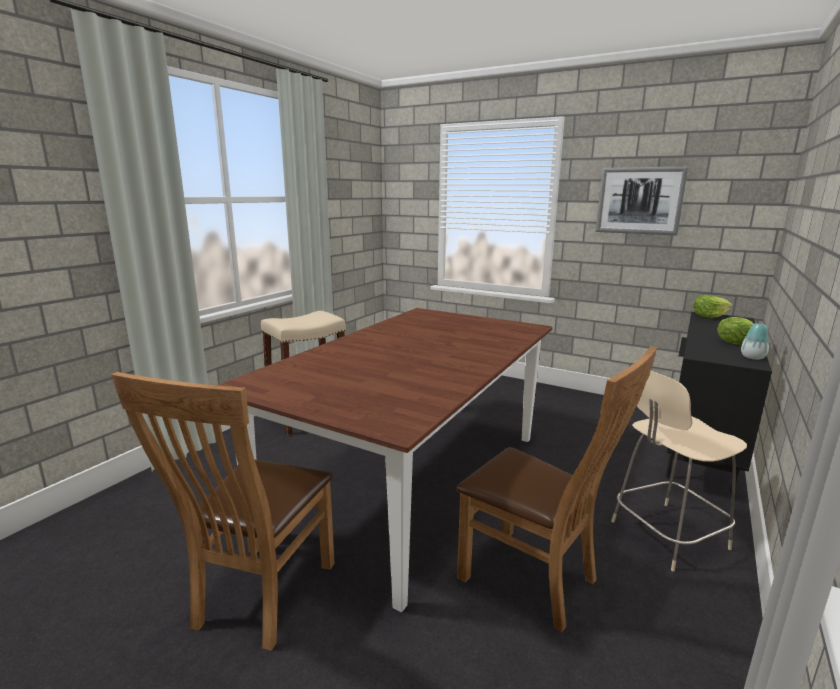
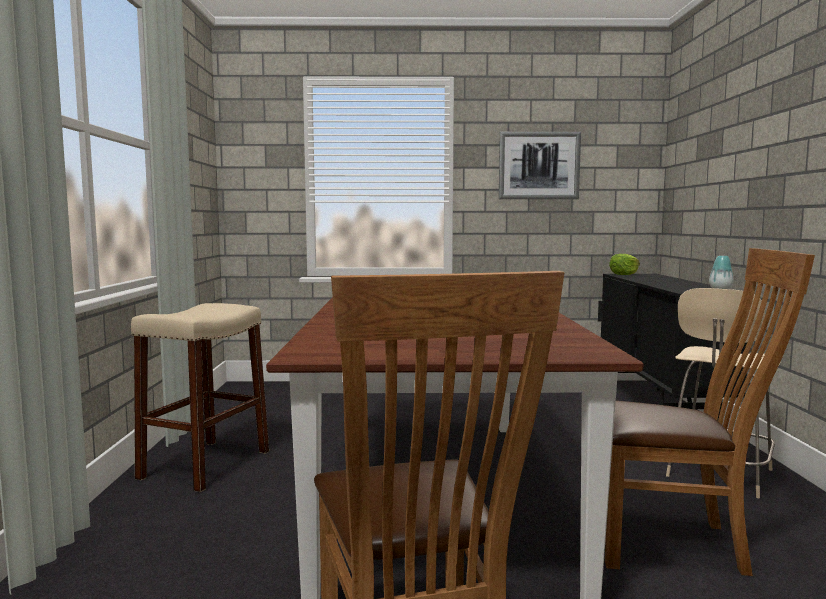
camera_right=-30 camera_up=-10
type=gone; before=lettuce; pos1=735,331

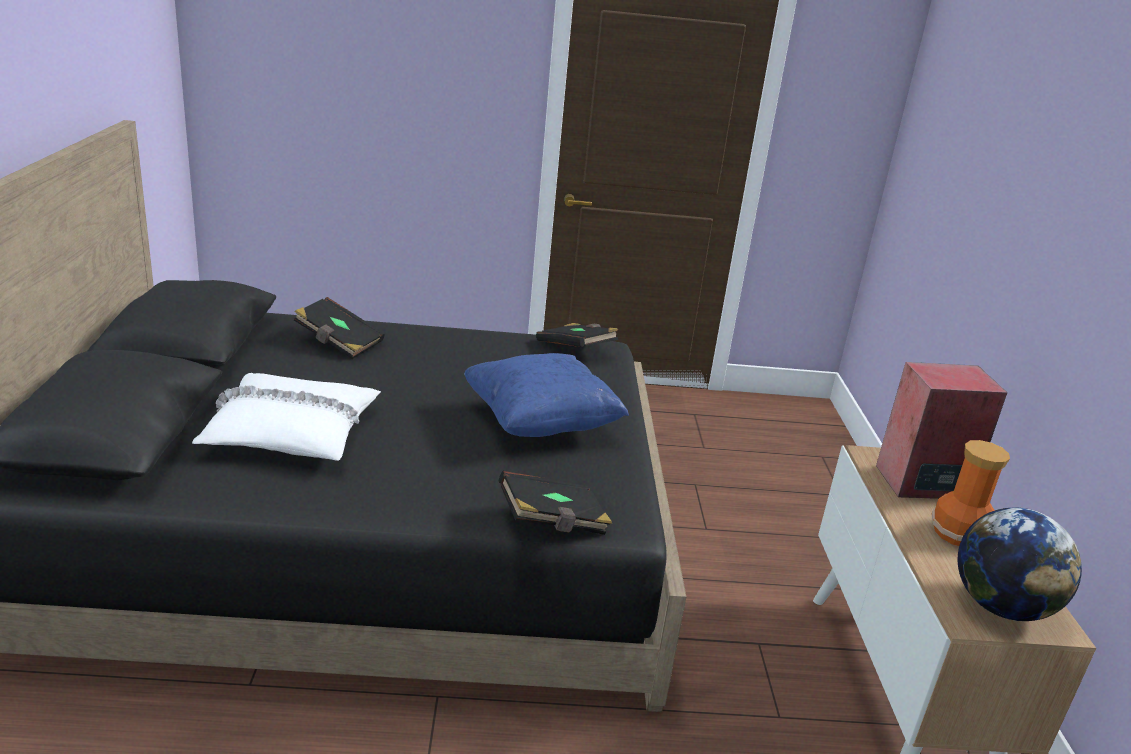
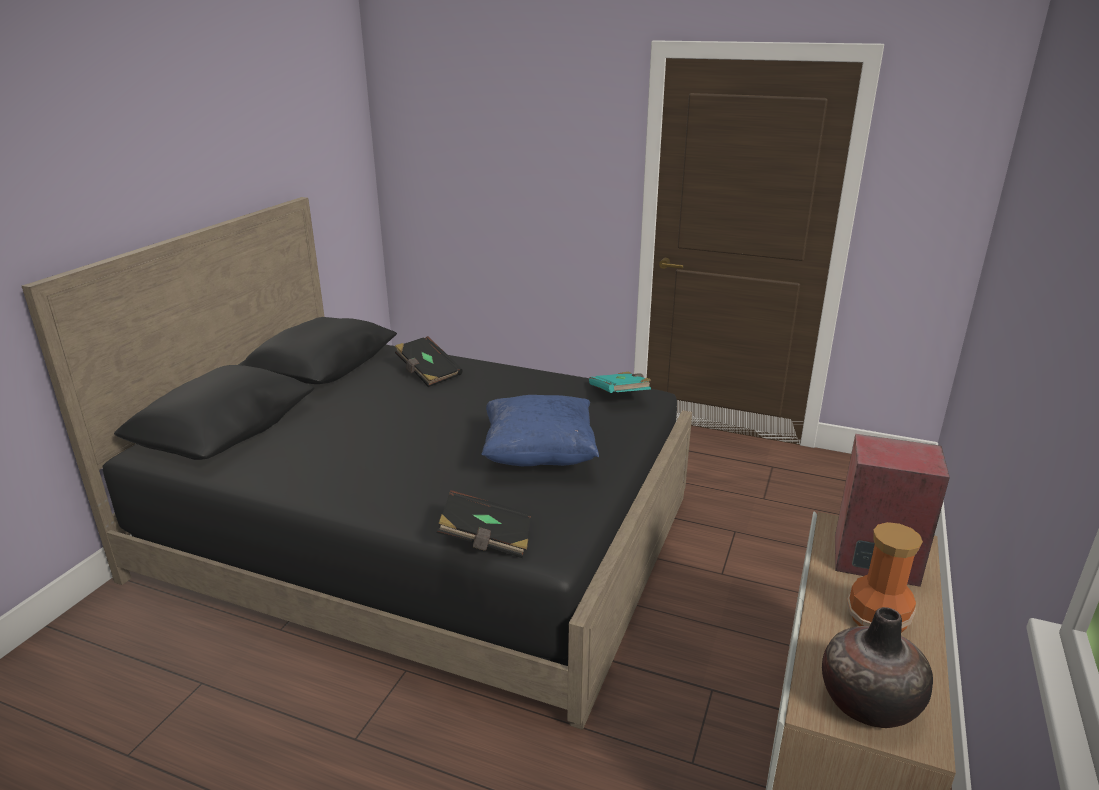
camera_right=25 camera_up=0
type=gone; before=white pillow; pos1=286,417
type=repainted; before=black book; after=turquoise book; pos1=577,335; pos2=620,382
type=swapped; before=globe; after=vase; pos1=1020,564; pos2=877,667

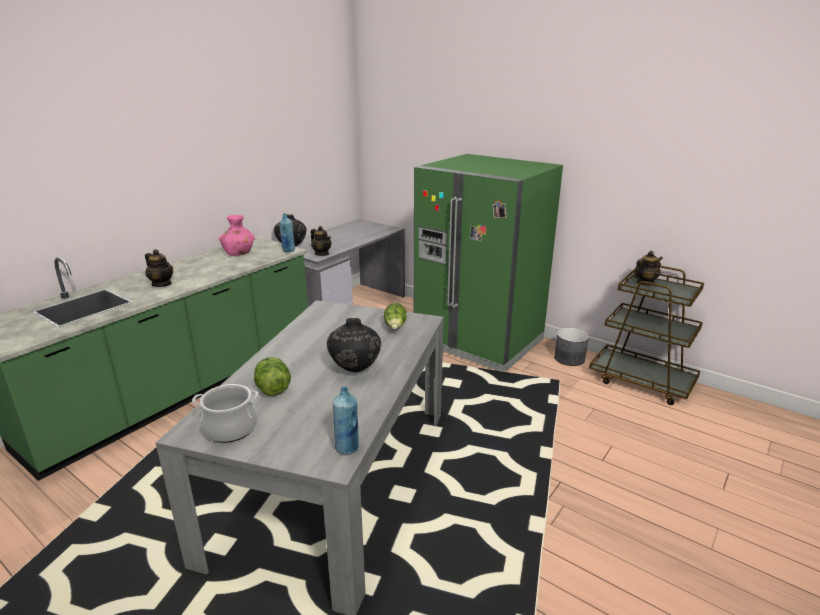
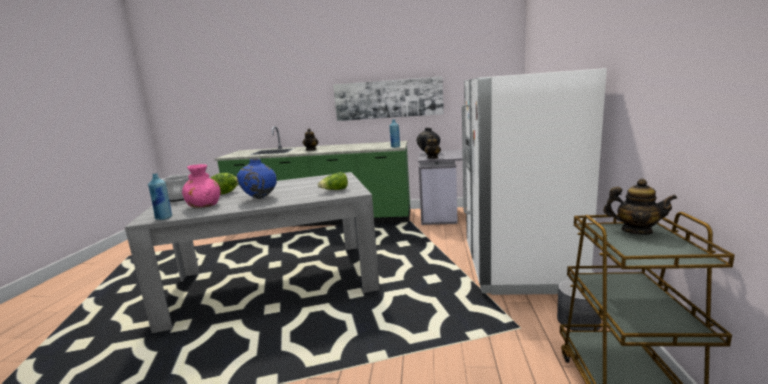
camera_right=60 camera_up=-10
type=shifted; before=pink vase; pos1=237,235; pos2=201,186
type=repainted; before=black vase; after=blue vase; pos1=354,345; pos2=257,178
type=repainted; before=green fridge; after=white fridge; pos1=488,263; pos2=534,181
type=new; after=picture; pos2=388,98

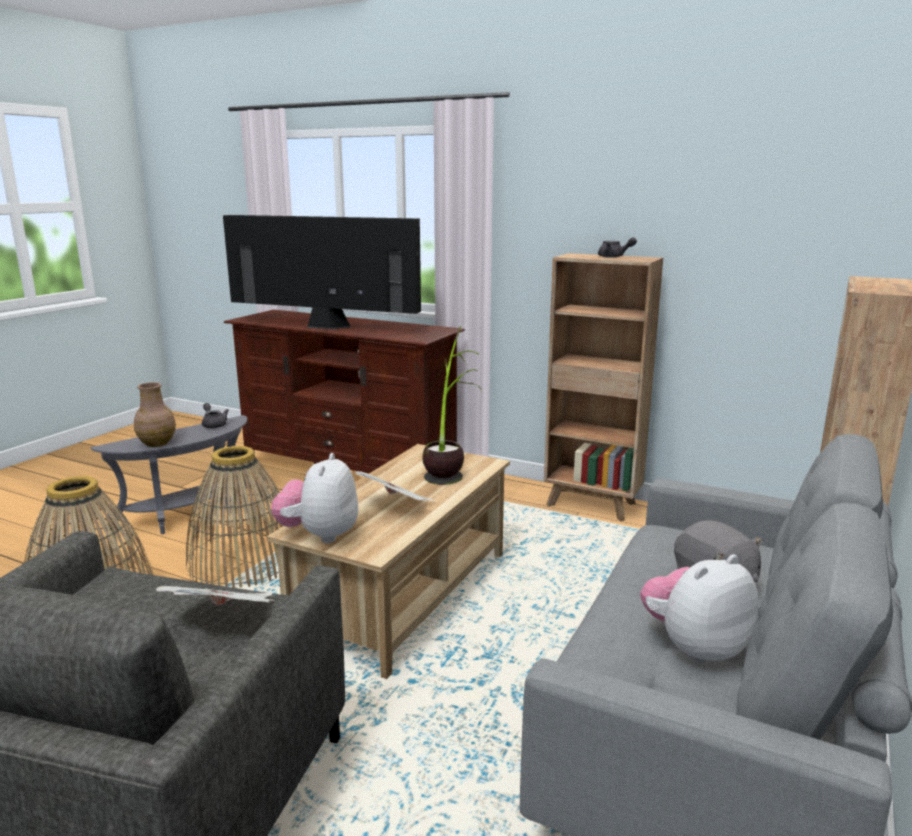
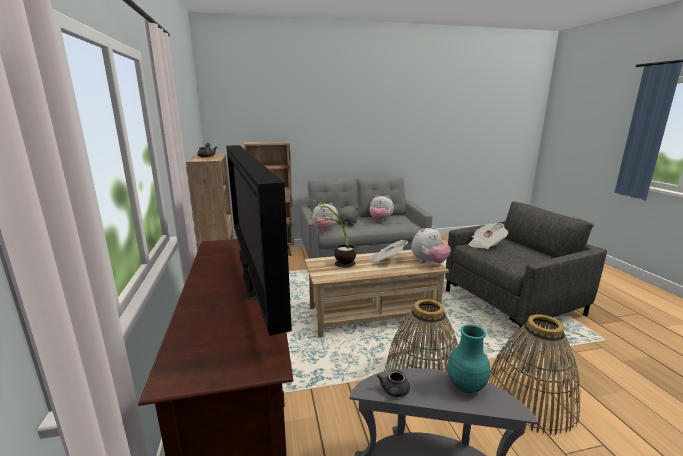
camera_right=-130 camera_up=0
type=repainted; before=brown vase; after=turquoise vase; pos1=155,414; pos2=468,358
type=new; after=plush toy; pos2=325,217

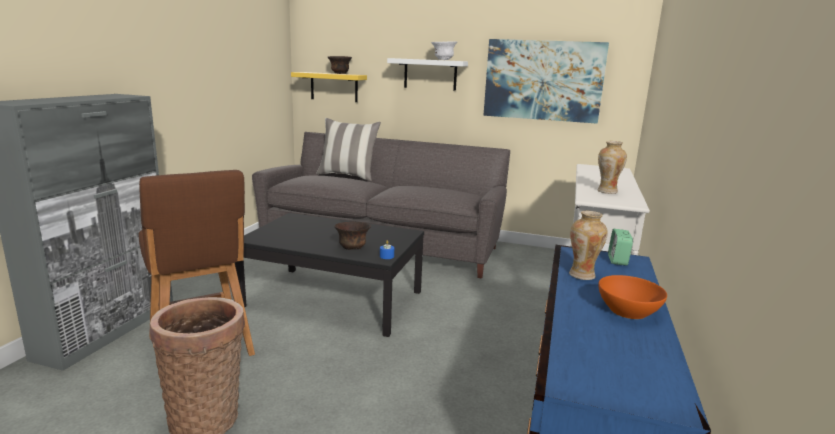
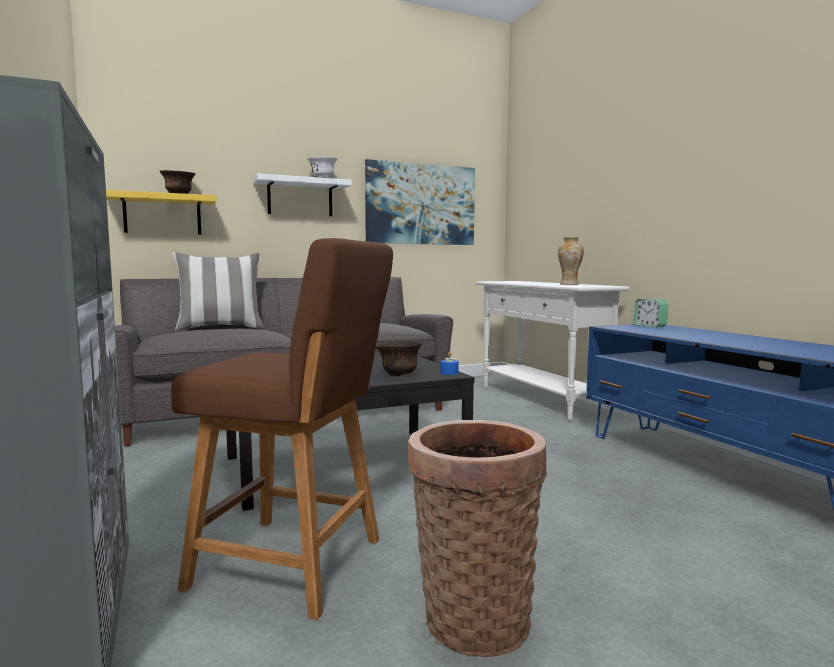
camera_right=-40 camera_up=-10
type=gone; before=vase; pos1=588,245
type=gone; before=orange bowl; pos1=632,297

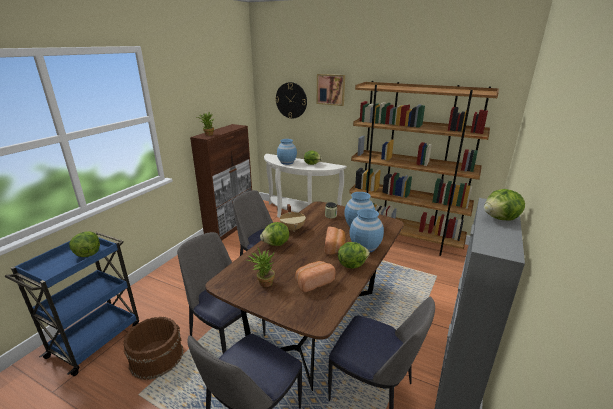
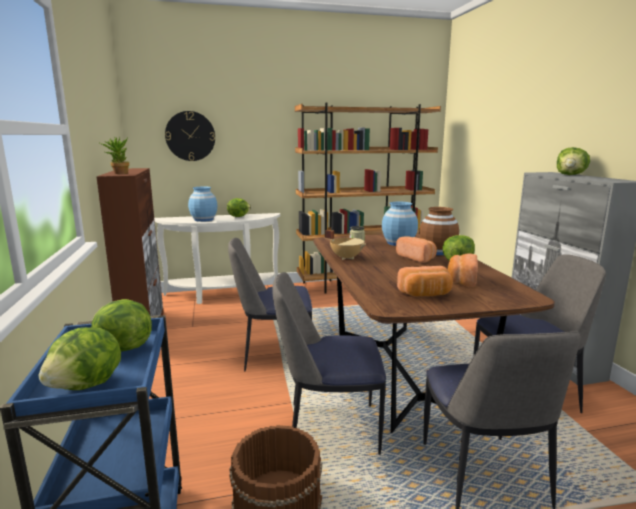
camera_right=-40 camera_up=-10
type=swapped; before=potted plant; after=bread; pos1=261,267; pos2=425,281
type=shifted; before=lettuce; pos1=274,234; pos2=80,358
type=gone; before=picture; pos1=331,90
type=repainted; before=blue vase; after=brown vase; pos1=366,230; pos2=439,231

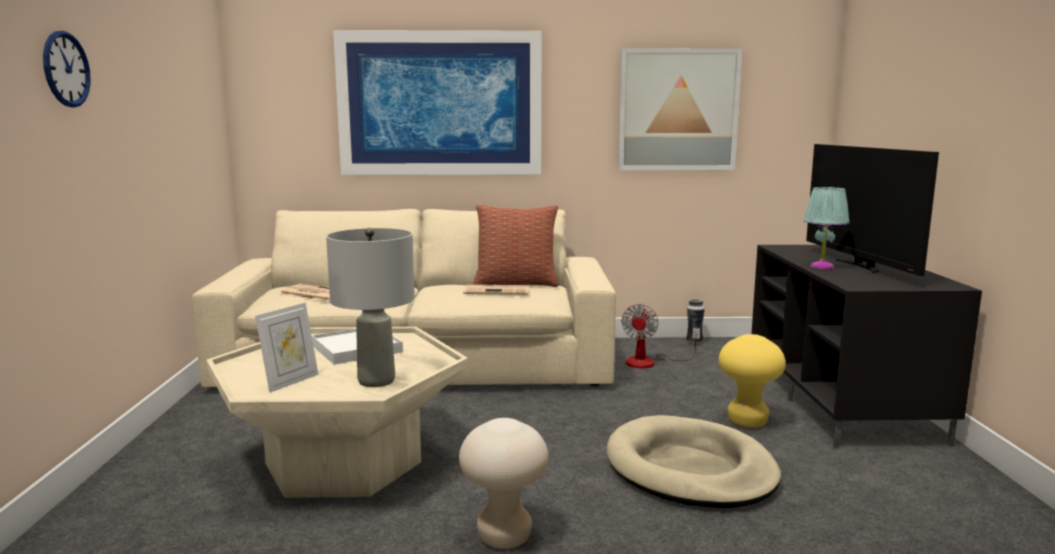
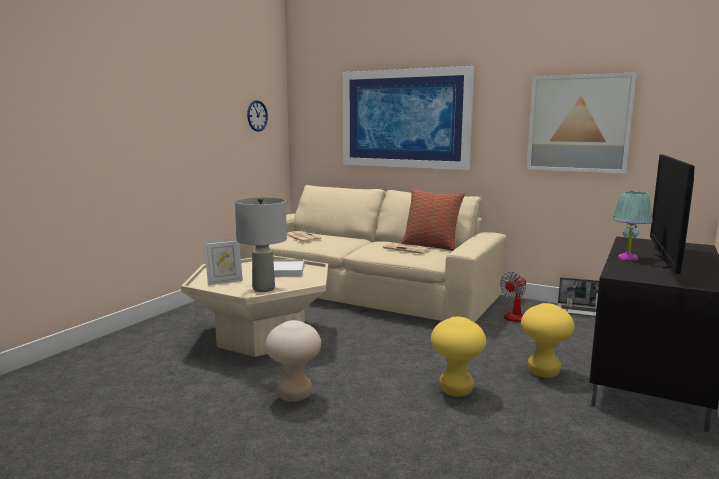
camera_right=30 camera_up=0
type=shifted; before=wall clock; pos1=67,69; pos2=257,116
type=swapped; before=beige dog bed; after=yellow stool; pos1=694,461; pos2=458,356
type=swapped; before=vase; after=laptop; pos1=695,321; pos2=578,297

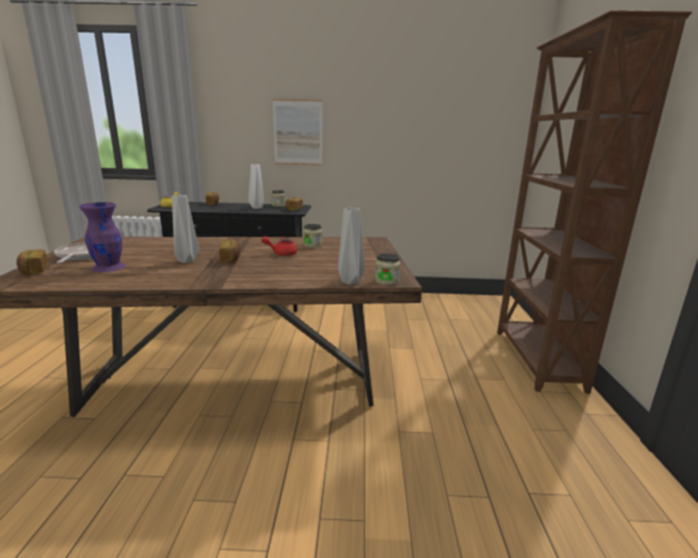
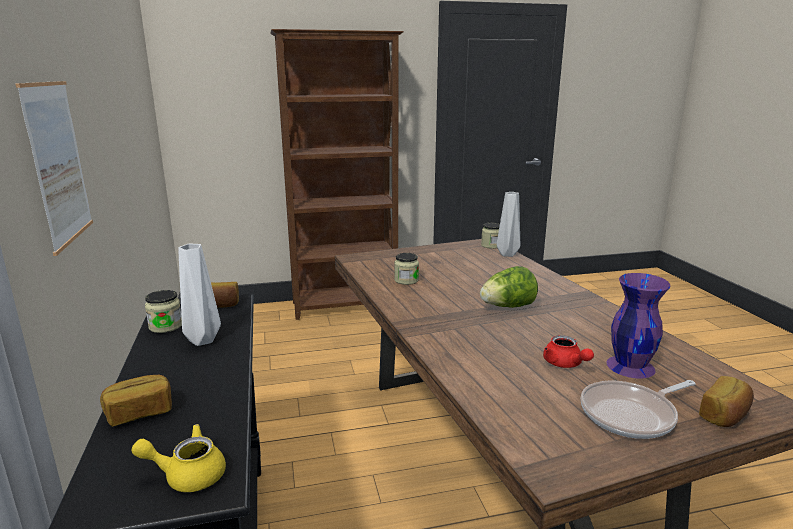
camera_right=-105 camera_up=0
type=gone; before=grey vase; pos1=185,229
type=swapped; before=bread; after=lettuce; pos1=230,251; pos2=509,287
type=shifted; before=red teapot; pos1=279,246; pos2=568,351

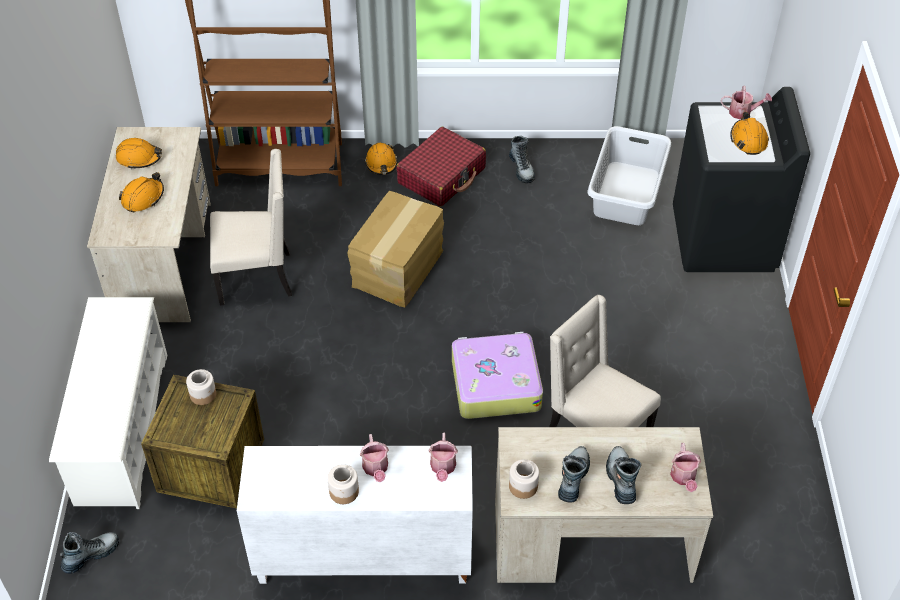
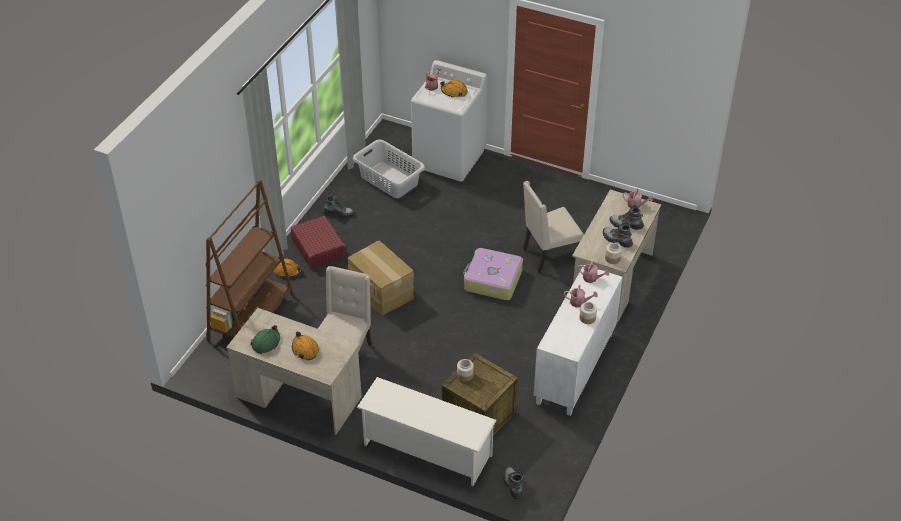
camera_right=-65 camera_up=-5
type=repainted; before=orange hard hat; after=green hard hat; pos1=139,153; pos2=265,339
type=repainted; before=black washing machine; after=white washing machine; pos1=741,179; pos2=449,121

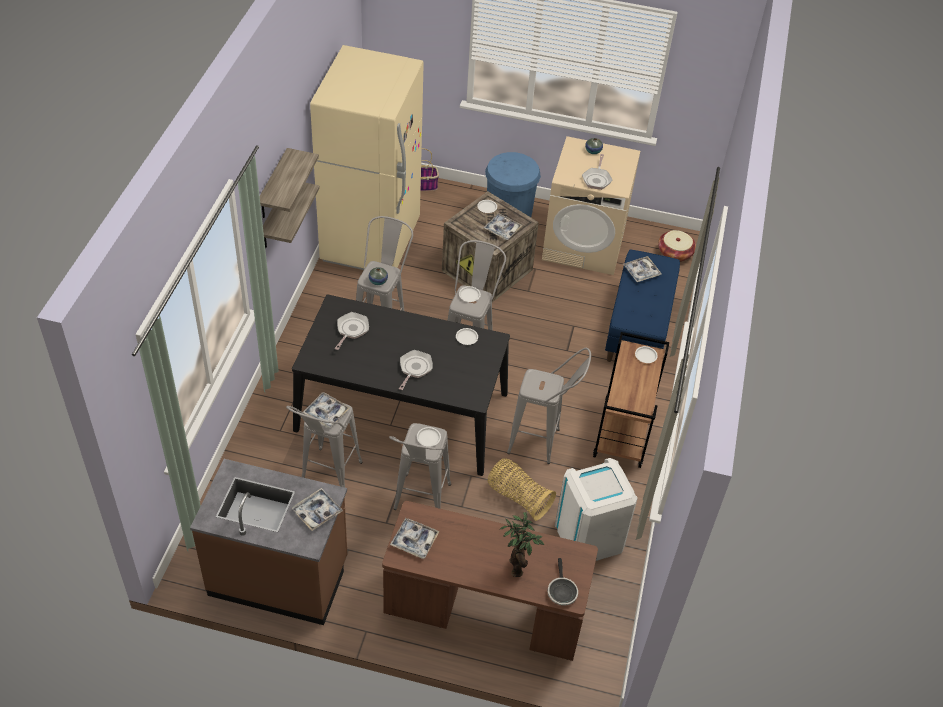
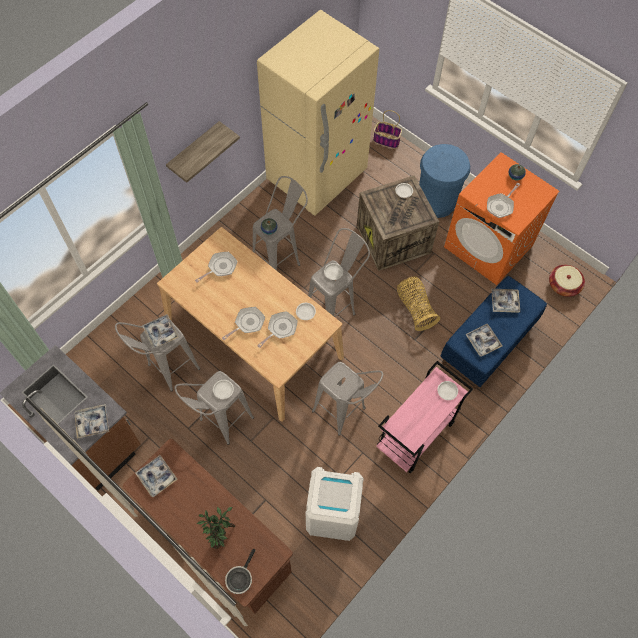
camera_right=30 camera_up=15
type=gone; before=shelf; pos1=289,183
type=repainted; before=black dining table; after=beige dining table; pos1=401,385; pos2=250,324
type=shifted; before=tray; pos1=503,226; pos2=483,340
type=shifted; before=basket; pos1=521,489; pos2=418,304
type=repainted; before=beige washing machine; after=orange washing machine; pos1=591,205; pos2=501,218
type=repainted; before=brown cart; after=pink cart; pos1=631,400; pos2=424,417
type=new; after=frying pan; pos2=277,329

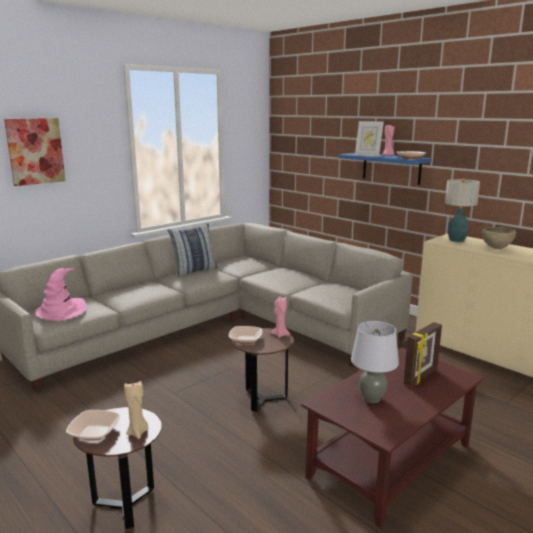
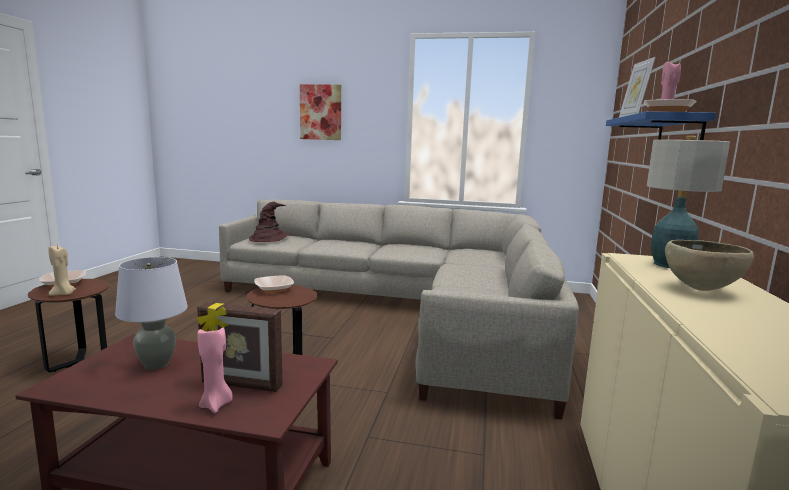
camera_right=55 camera_up=-5
type=repainted; before=pink hat; after=brown hat; pos1=60,294; pos2=270,222
type=gone; before=pillow; pos1=192,249
type=shifted; before=pink candle; pos1=280,317; pos2=215,370

